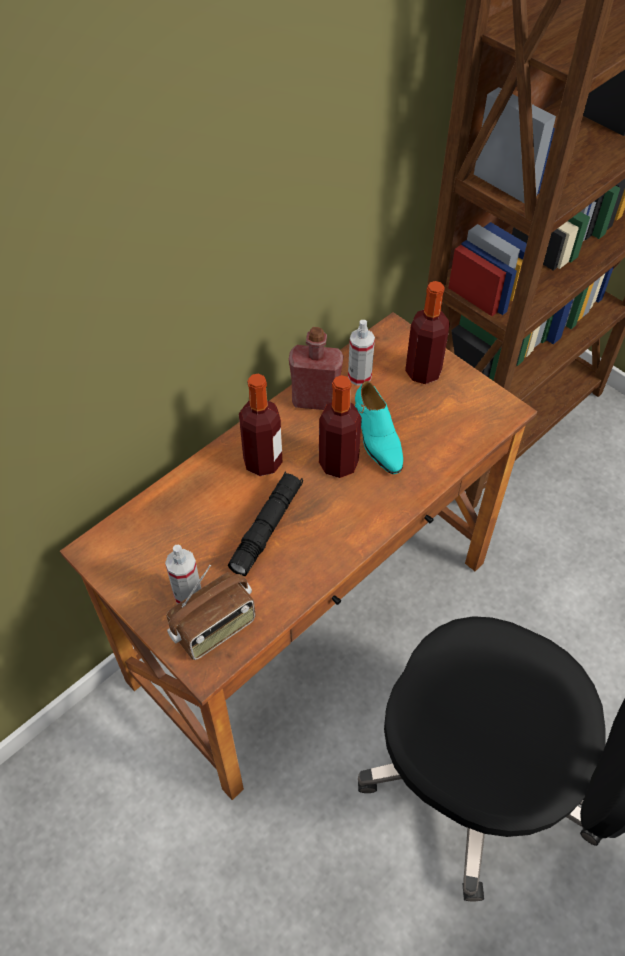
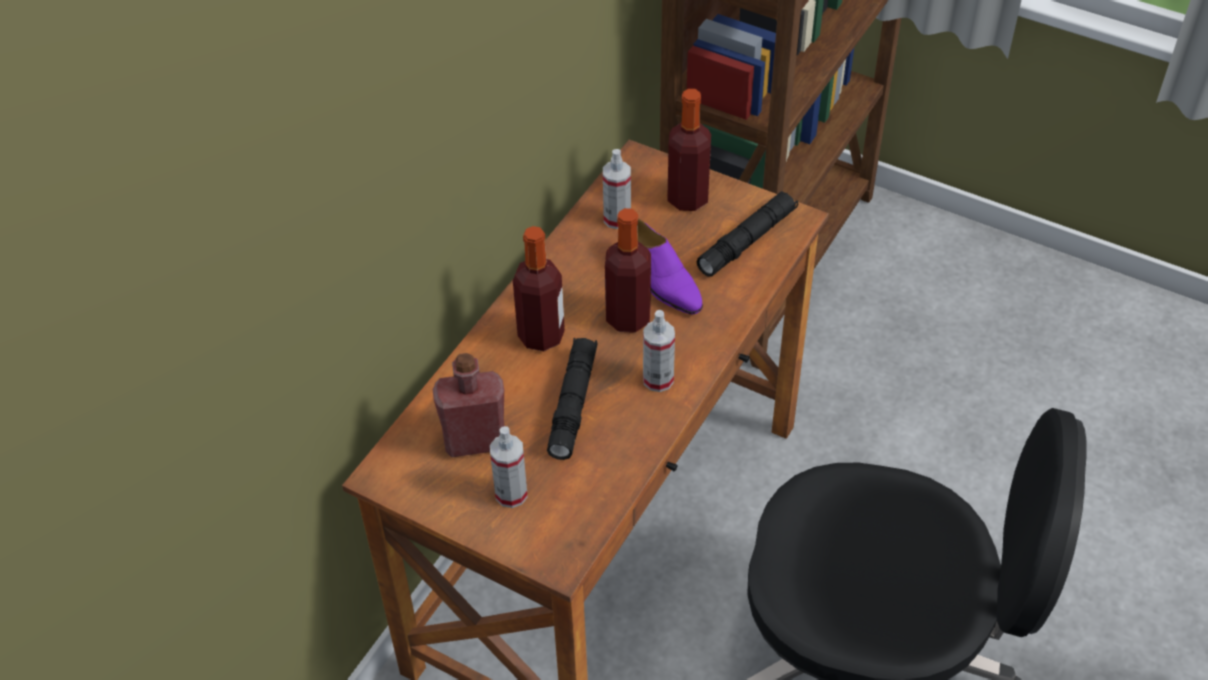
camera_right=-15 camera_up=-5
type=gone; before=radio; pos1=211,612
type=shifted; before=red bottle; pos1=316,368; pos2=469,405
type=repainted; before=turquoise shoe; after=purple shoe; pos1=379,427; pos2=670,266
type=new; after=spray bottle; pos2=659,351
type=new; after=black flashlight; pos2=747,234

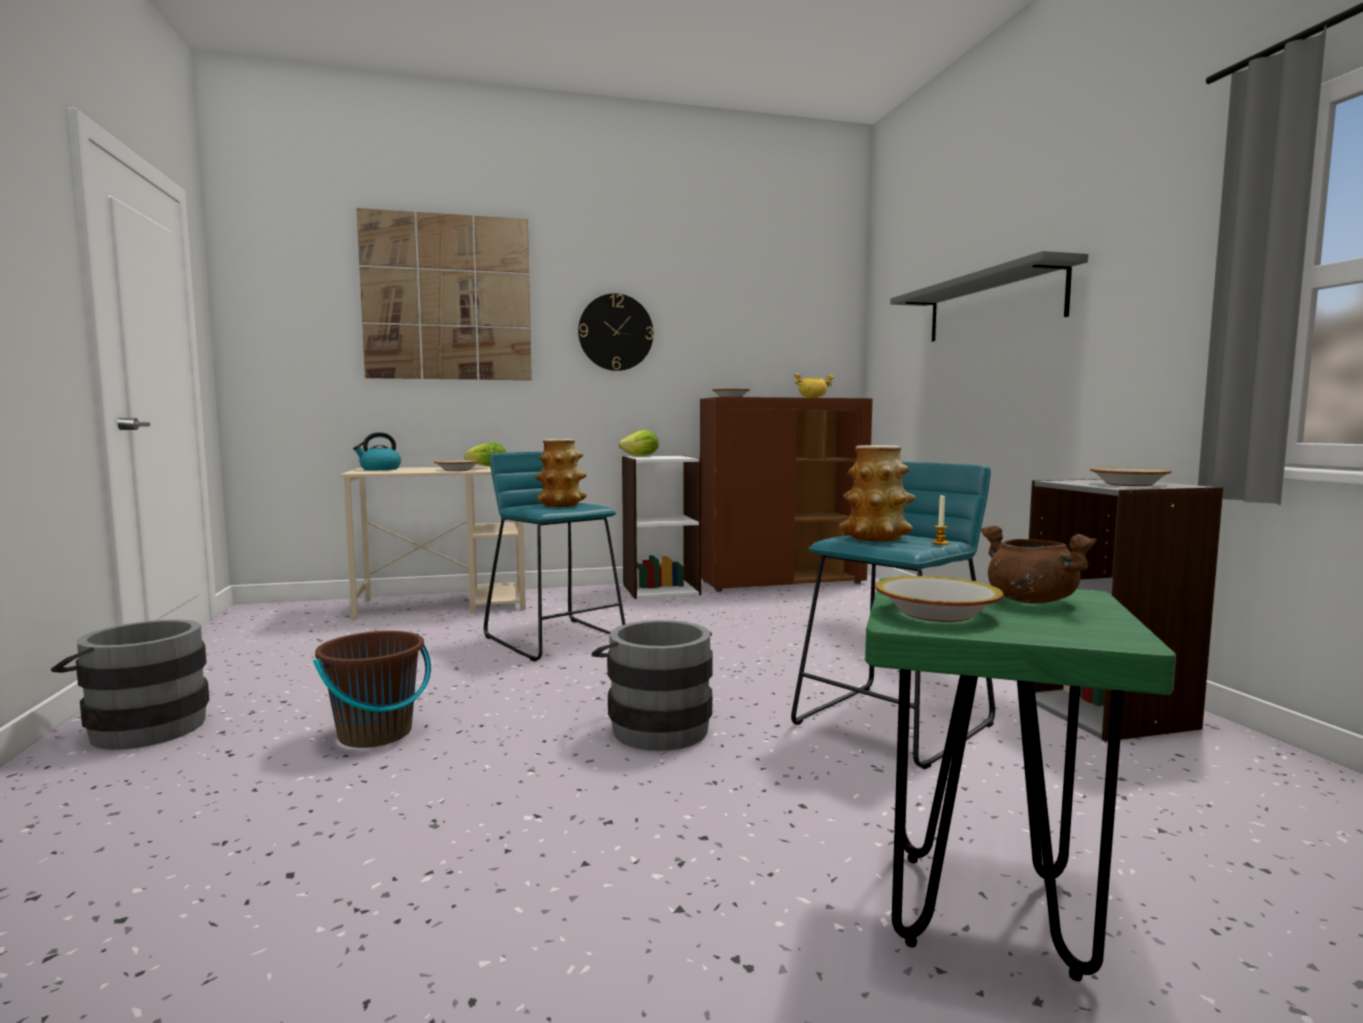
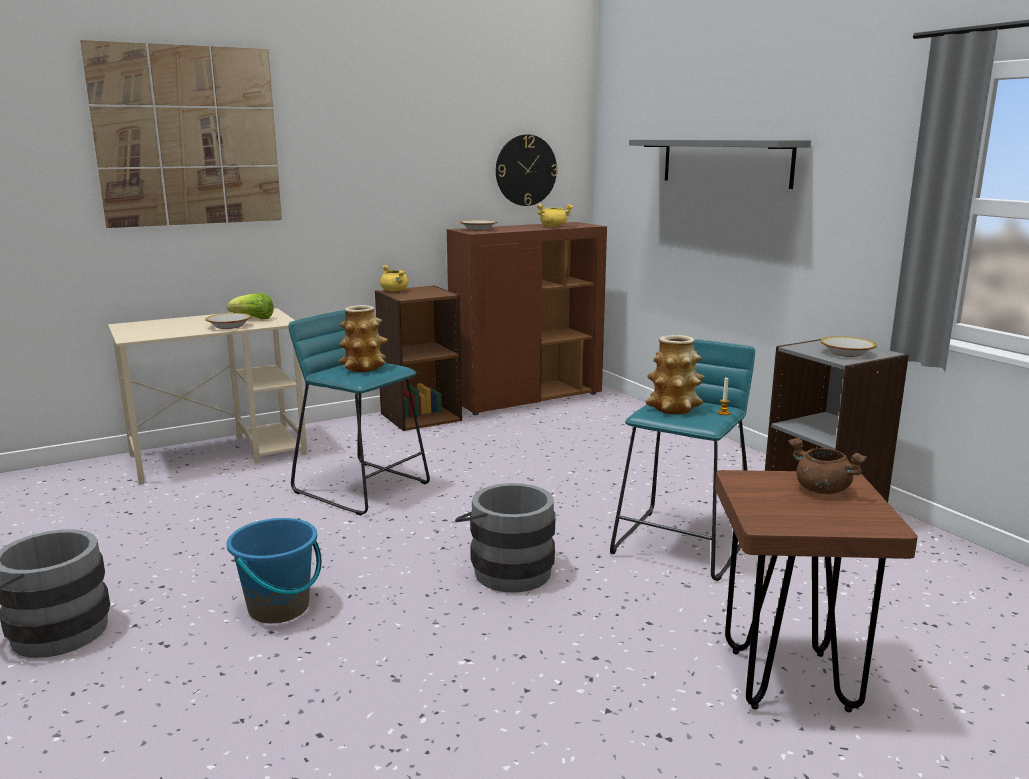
camera_right=-15 camera_up=10
type=repainted; before=brown bucket; after=blue bucket; pos1=372,689; pos2=274,570
type=gone; before=kettle; pos1=377,451
type=shifted; before=wall clock; pos1=615,332; pos2=527,170
type=swapped; before=lettuce; after=yellow cooking pot; pos1=638,443; pos2=394,278
type=repainted; before=white bookcase; after=brown bookcase; pos1=662,527; pos2=418,358
type=repainted; before=green stool; after=brown stool; pos1=1020,779; pos2=816,591
type=gone; before=bowl; pos1=939,599

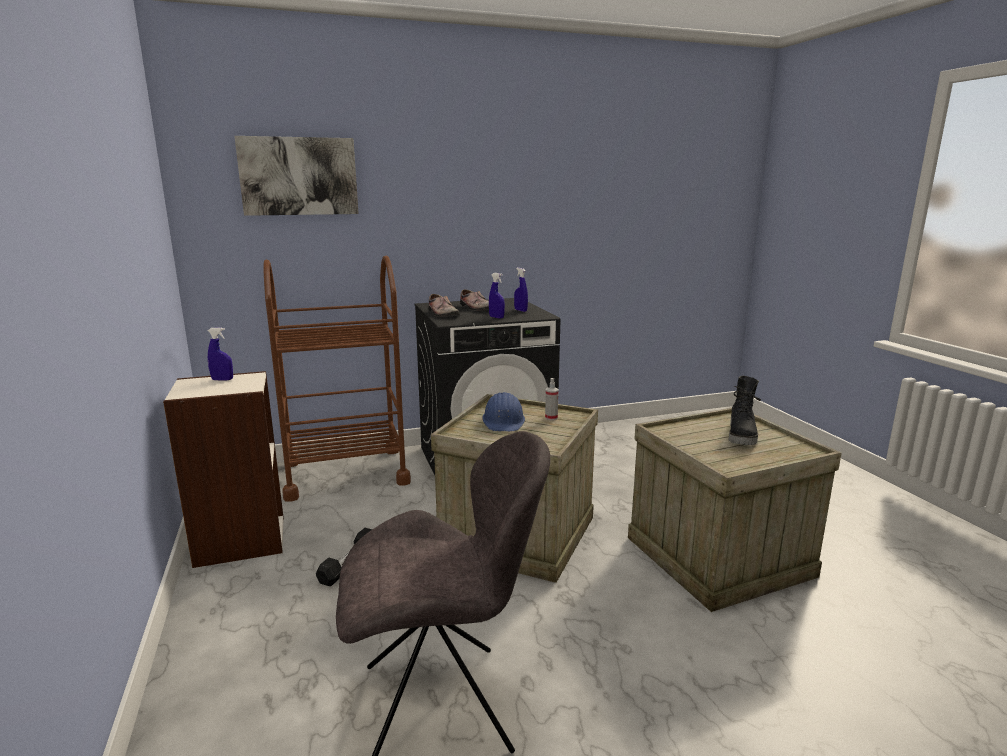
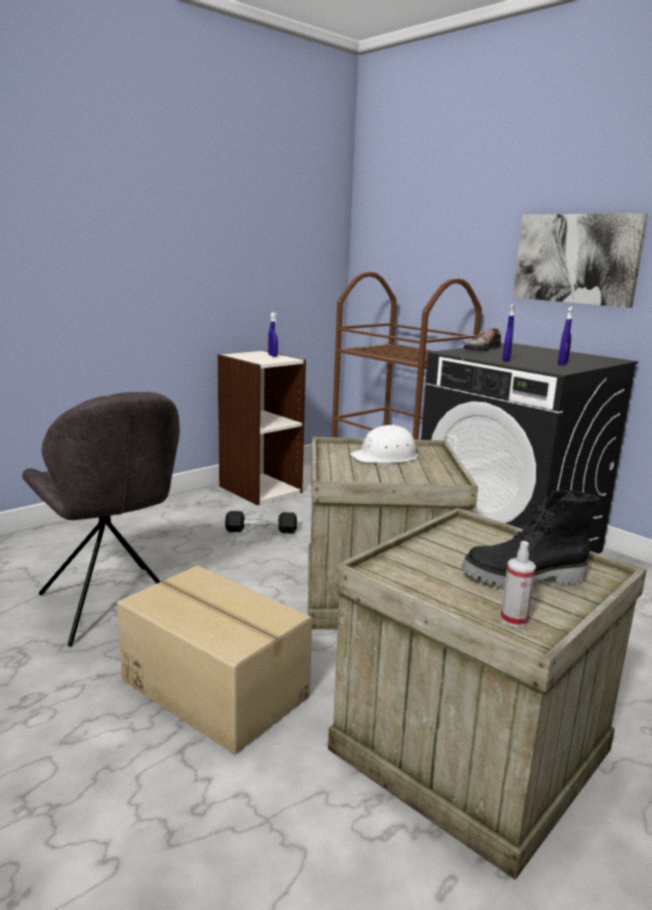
camera_right=65 camera_up=0
type=shifted; before=picture; pos1=296,176; pos2=580,260
type=gone; before=shoe; pos1=474,300
type=repainted; before=blue hard hat; after=white hard hat; pos1=503,411; pos2=384,443
type=shifted; before=spray bottle; pos1=552,399; pos2=518,584
type=new; after=cardboard box; pos2=214,659

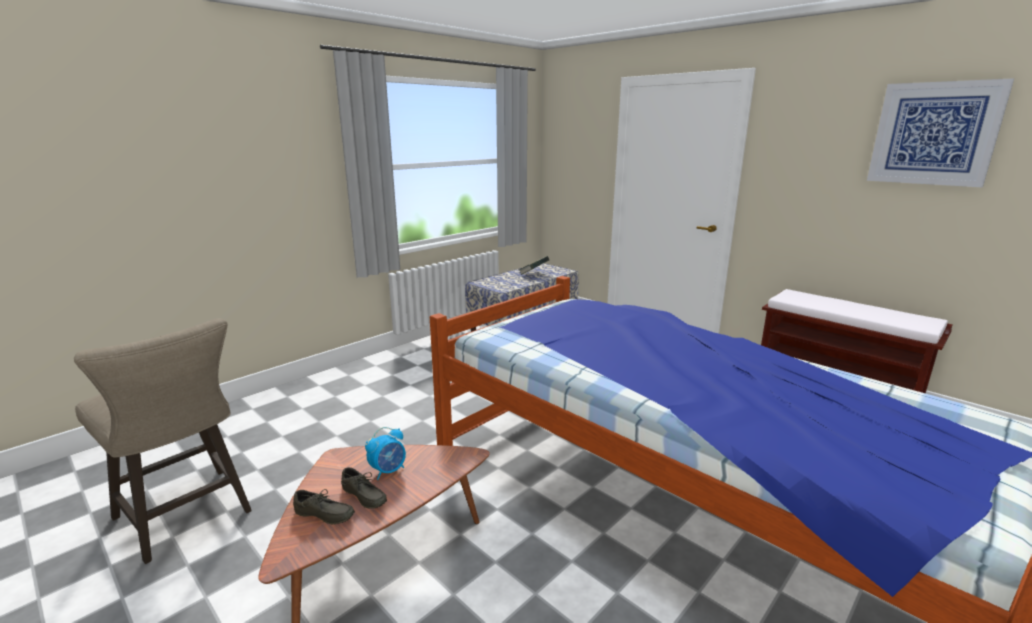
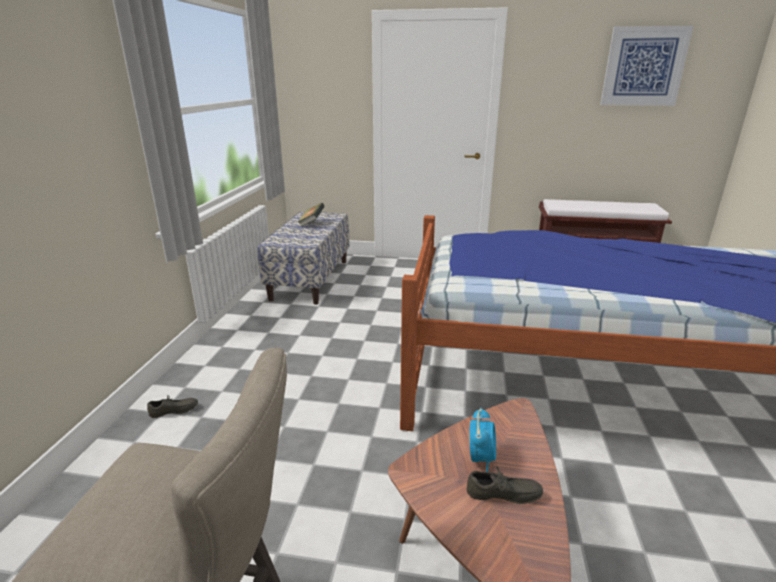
camera_right=-35 camera_up=5
type=shifted; before=grey shoe; pos1=324,506; pos2=172,407

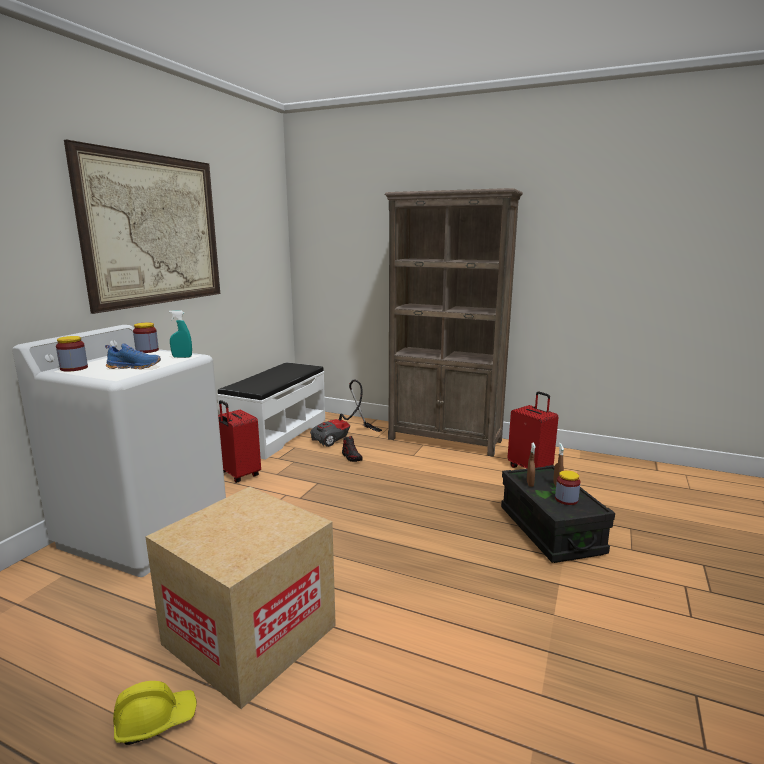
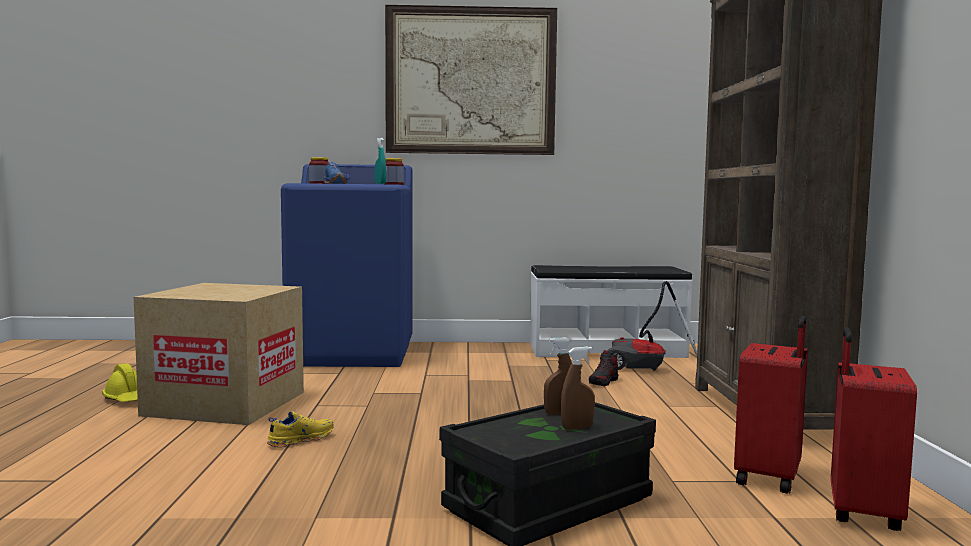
camera_right=65 camera_up=-10
type=repainted; before=white washing machine; after=blue washing machine; pos1=119,451; pos2=346,265
type=shifted; before=red suitcase; pos1=239,441; pos2=874,429
type=gone; before=jar; pos1=568,487
type=new; after=yellow shoe; pos2=300,429

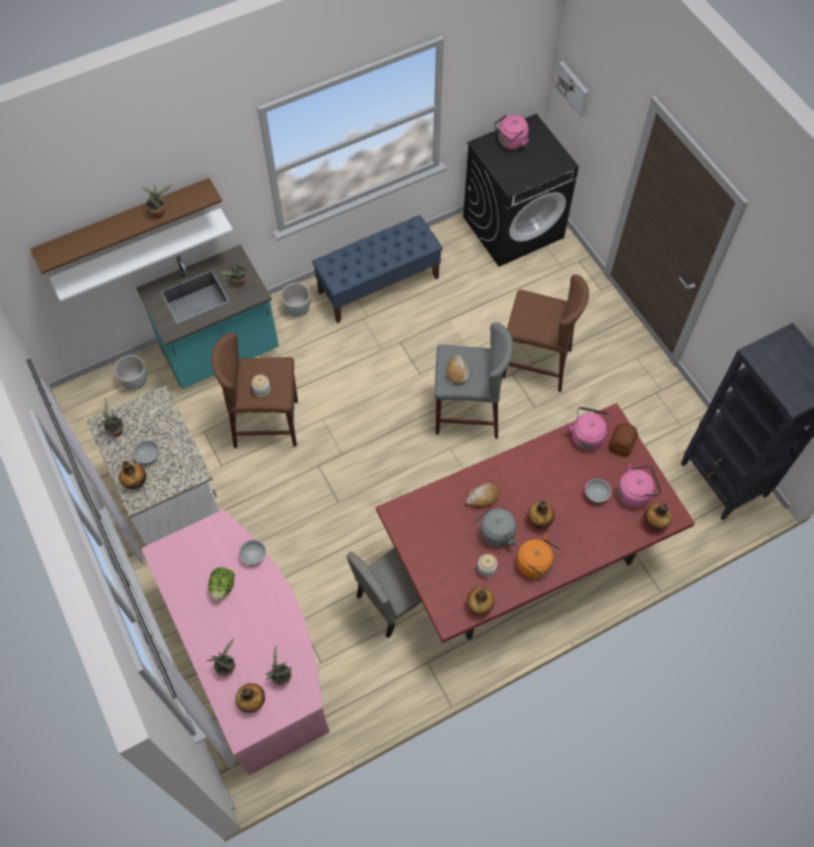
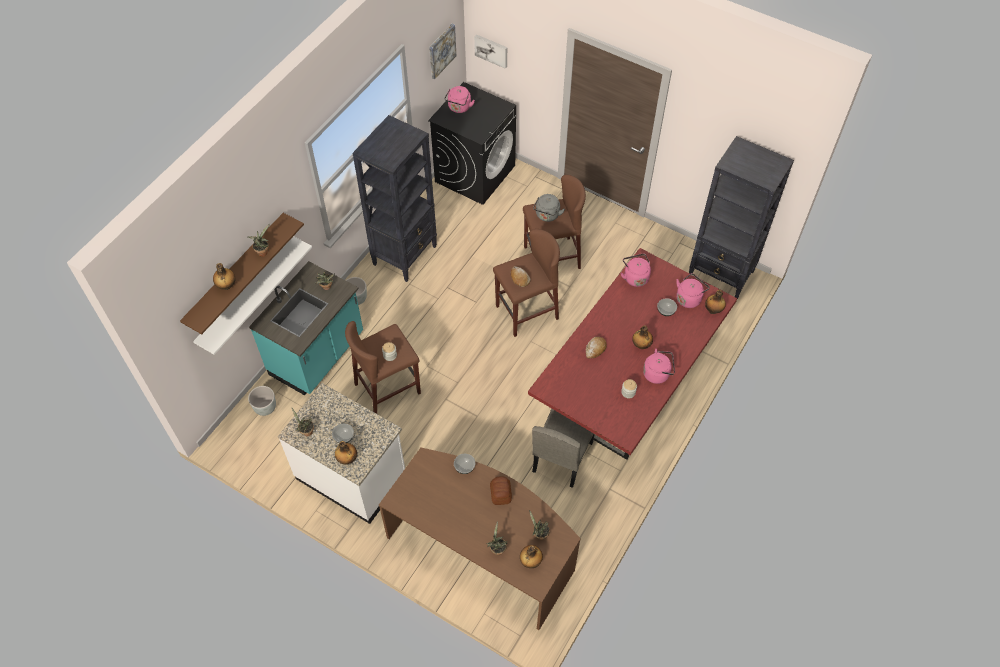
camera_right=-30 camera_up=-5
type=repainted; before=pink desk; after=brown desk; pos1=235,642; pos2=480,538
type=gone; before=lettuce; pos1=221,584
type=swapped; before=blue bench; after=black bookcase; pos1=377,269; pos2=395,198
type=repainted; before=grey stool; after=brown stool; pos1=473,380; pos2=526,283
type=shifted; before=bottle; pos1=481,601; pos2=224,276
type=shifted; before=grey kettle; pos1=495,528; pos2=549,208
type=repainted; before=orange kettle; after=pink kettle; pos1=538,557; pos2=659,366
type=shifted; before=bread; pos1=623,440; pos2=501,490
type=new; after=picture; pos2=442,51

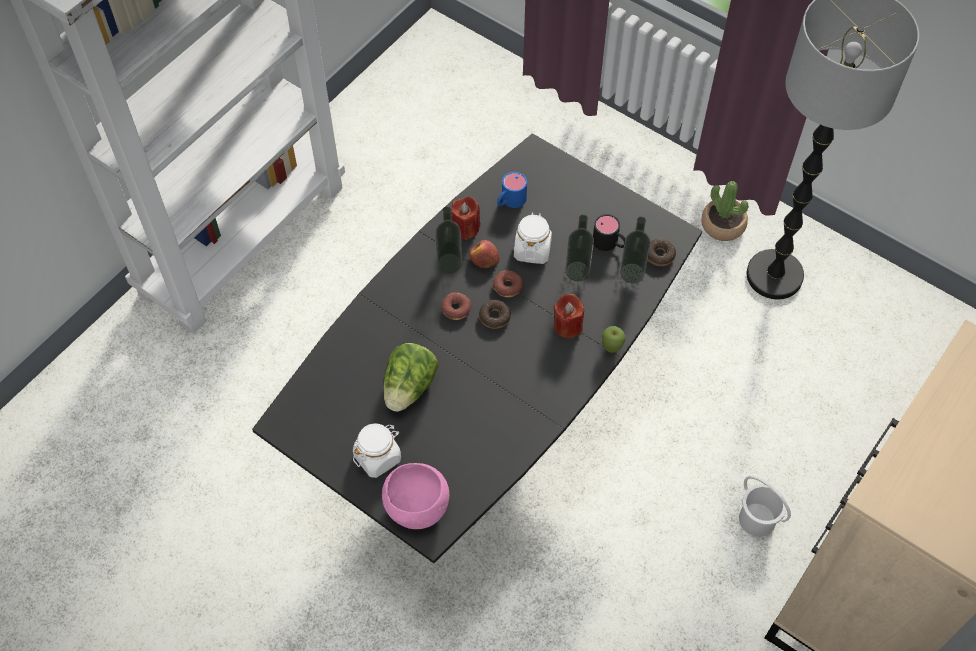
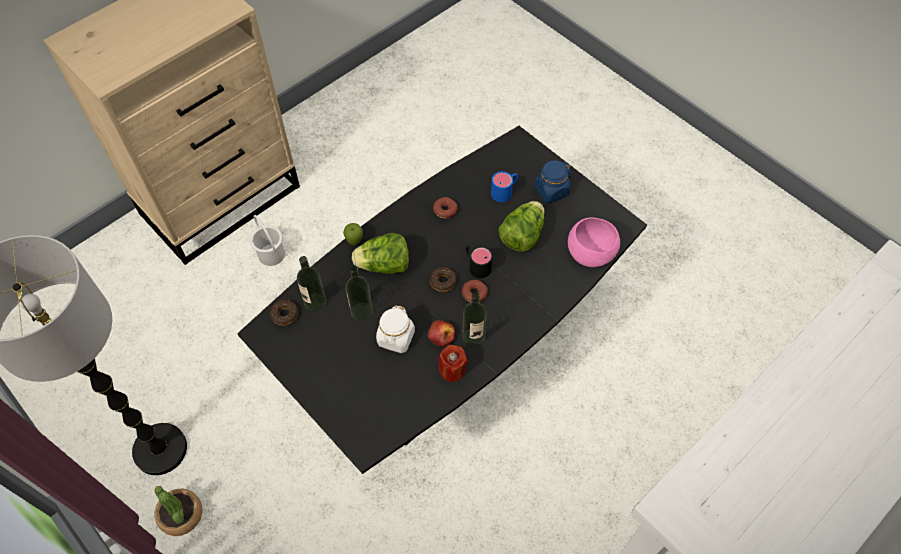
camera_right=-170 camera_up=0
type=repainted; before=white jar; after=blue jar; pos1=377,450; pos2=552,181
type=shifted; before=pink bowl; pos1=415,496; pos2=594,242
type=shifted; before=donut; pos1=508,283; pos2=445,207
type=shifted; before=blue mug; pos1=512,190; pos2=505,186
type=swapped; before=red candle; after=lettuce; pos1=569,316; pos2=380,253
type=shifted; before=black mug; pos1=609,232; pos2=479,262

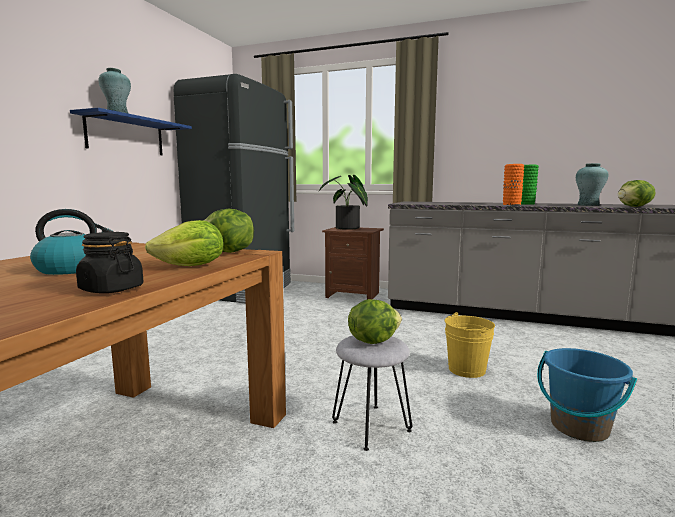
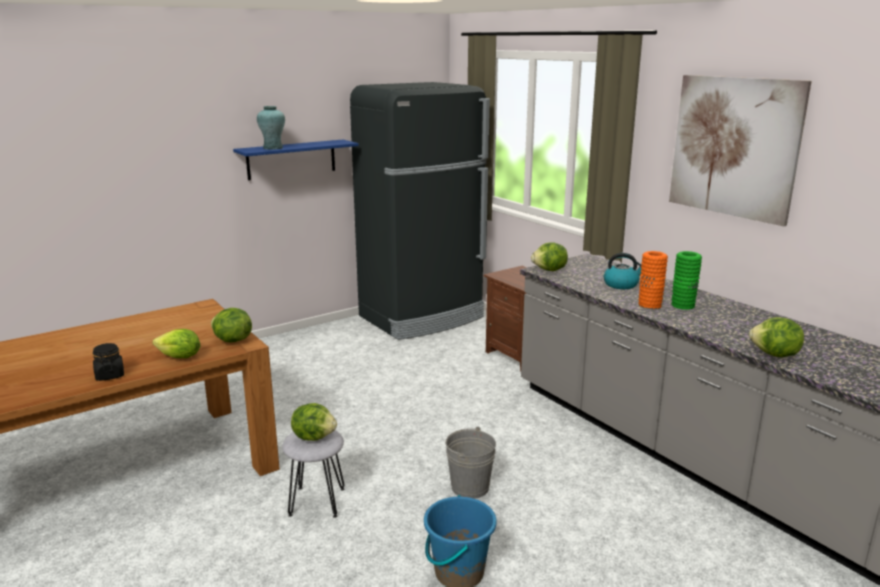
camera_right=35 camera_up=10
type=shifted; before=kettle; pos1=72,242; pos2=623,271
type=gone; before=potted plant; pos1=343,202
type=repainted; before=yellow bucket; after=grey bucket; pos1=470,345; pos2=470,462
type=gone; before=turquoise vase; pos1=592,184
type=new; after=lettuce; pos2=549,256
type=new; after=picture; pos2=740,150

